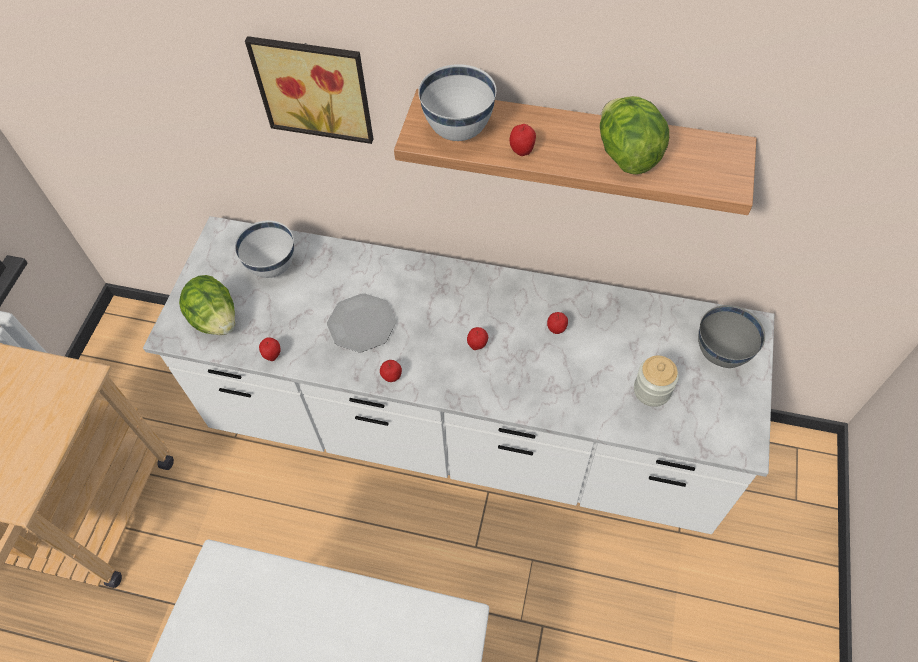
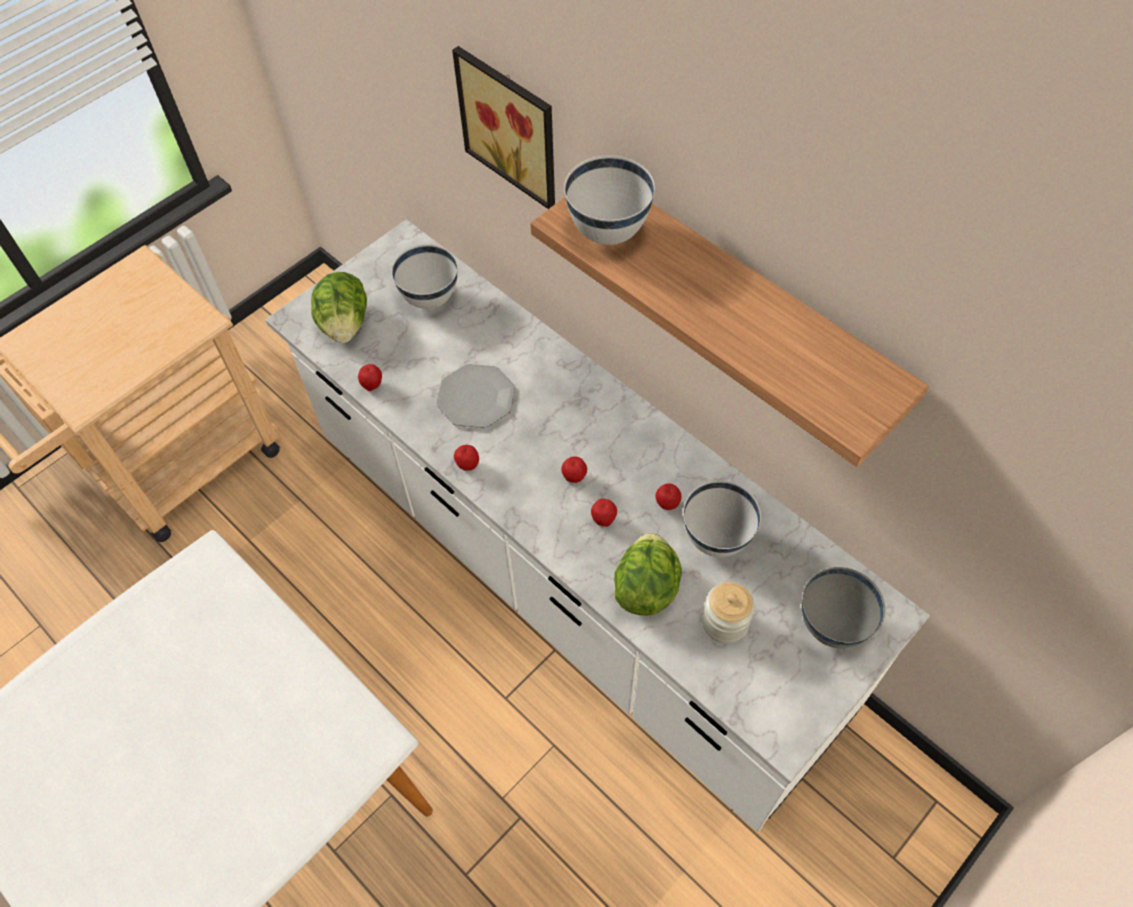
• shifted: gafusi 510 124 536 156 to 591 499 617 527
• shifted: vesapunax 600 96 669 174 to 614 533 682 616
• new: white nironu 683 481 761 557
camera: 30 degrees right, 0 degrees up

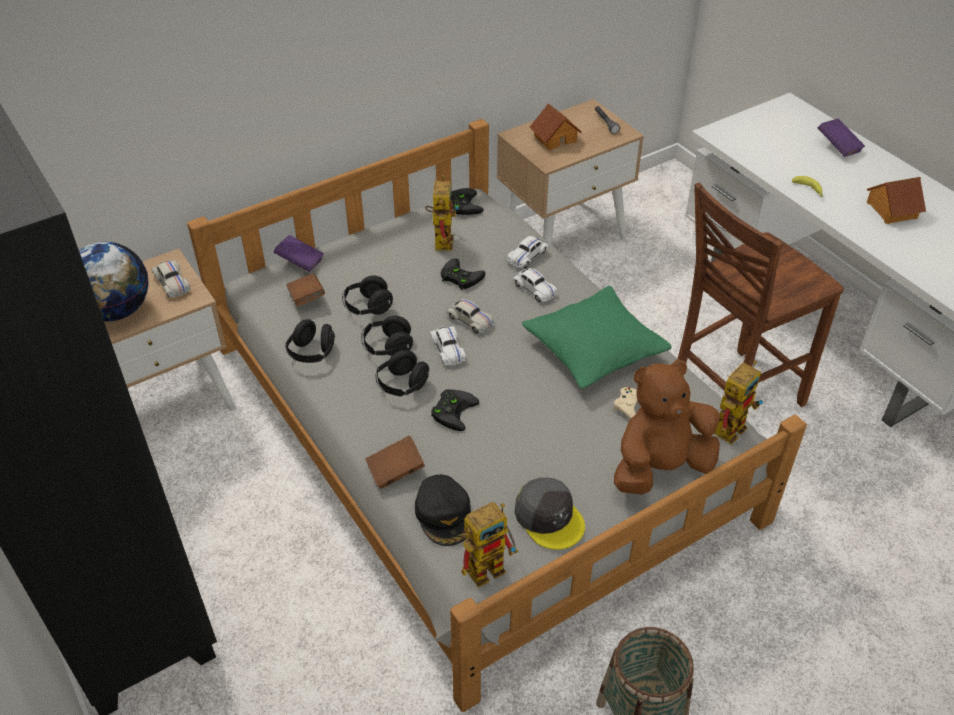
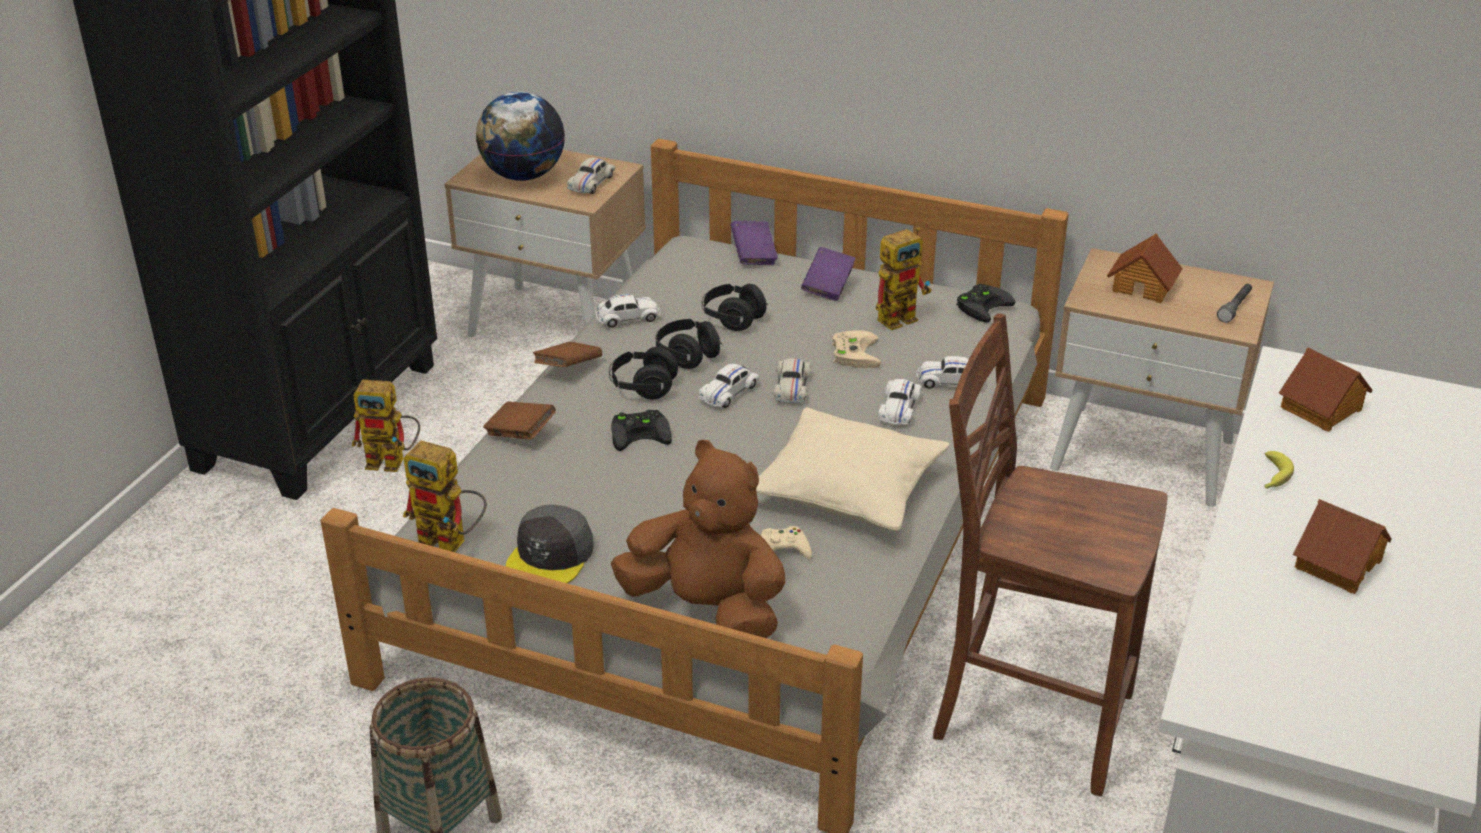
• shifted: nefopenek 714 360 763 444 to 352 379 420 472
• shifted: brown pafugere 286 274 325 307 to 533 342 602 367
• swapped: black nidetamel 285 319 335 363 to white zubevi 596 294 661 328
• repainted: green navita 522 286 671 389 to beige navita 756 407 950 531
• shifted: purple pafugere 818 119 865 157 to 801 247 856 301
• repainted: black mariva 441 258 485 290 to beige mariva 832 330 881 368
• new: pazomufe 1279 347 1373 432
• gone: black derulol 415 475 471 546
camera: 55 degrees right, 10 degrees down

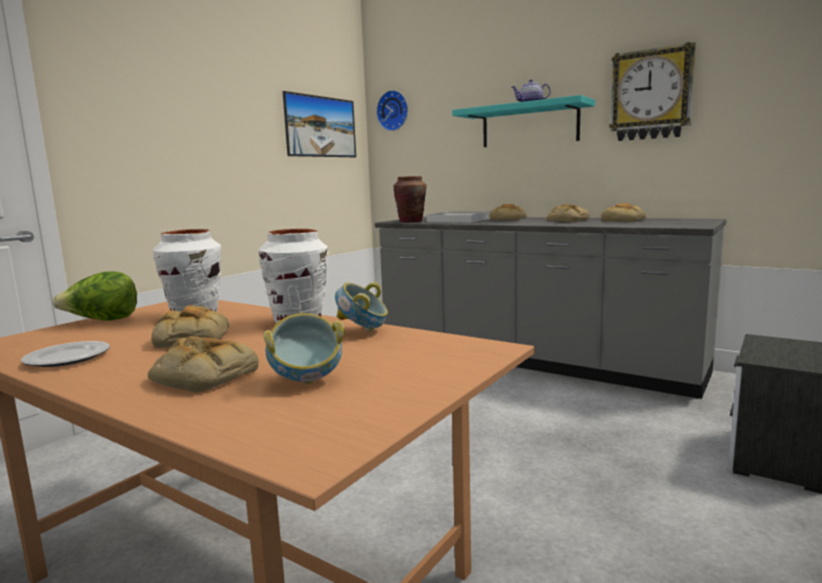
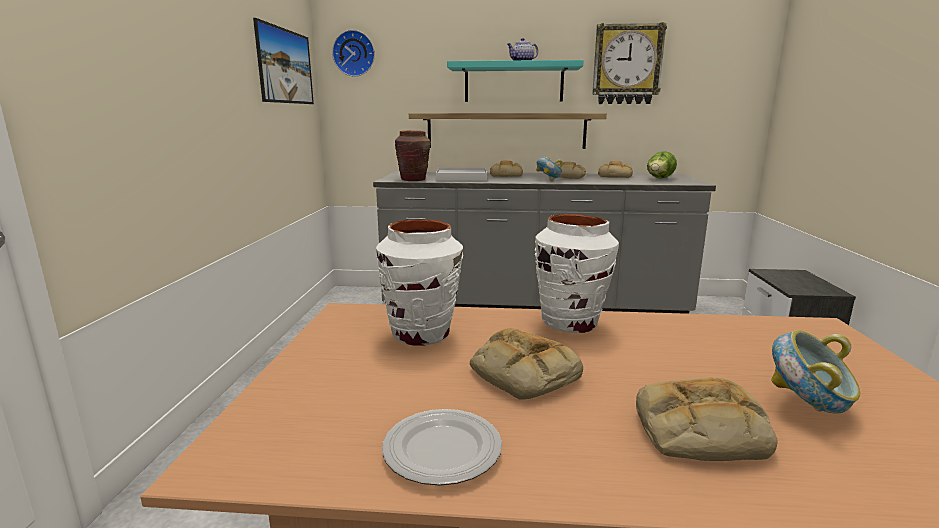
• new: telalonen 409 113 607 149
• shifted: nironu 335 282 388 332 to 536 156 563 181
• shifted: vesapunax 52 271 137 321 to 647 151 677 179
camera: 30 degrees left, 5 degrees up

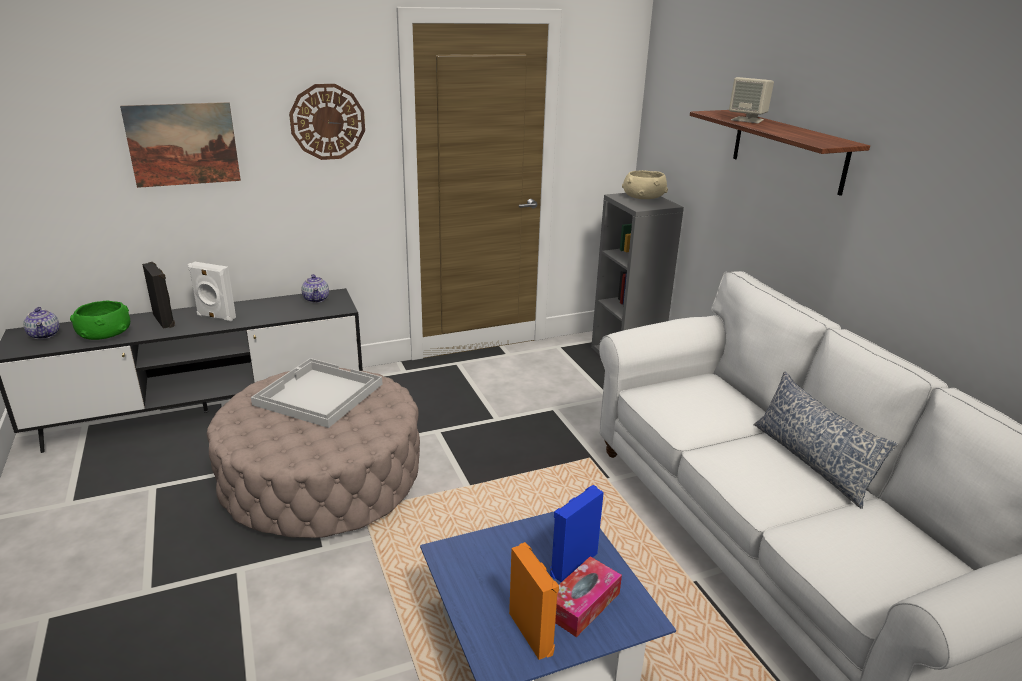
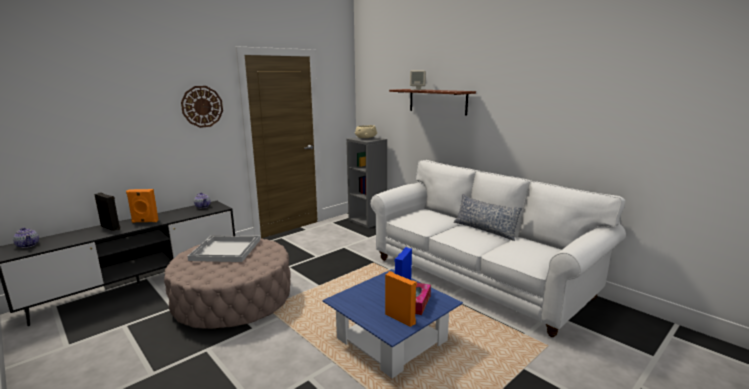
• repainted: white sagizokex 188 262 236 322 to orange sagizokex 126 189 159 223
• gone: green nironu 70 301 130 340
• gone: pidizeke 120 102 241 188
camera: 20 degrees left, 10 degrees down

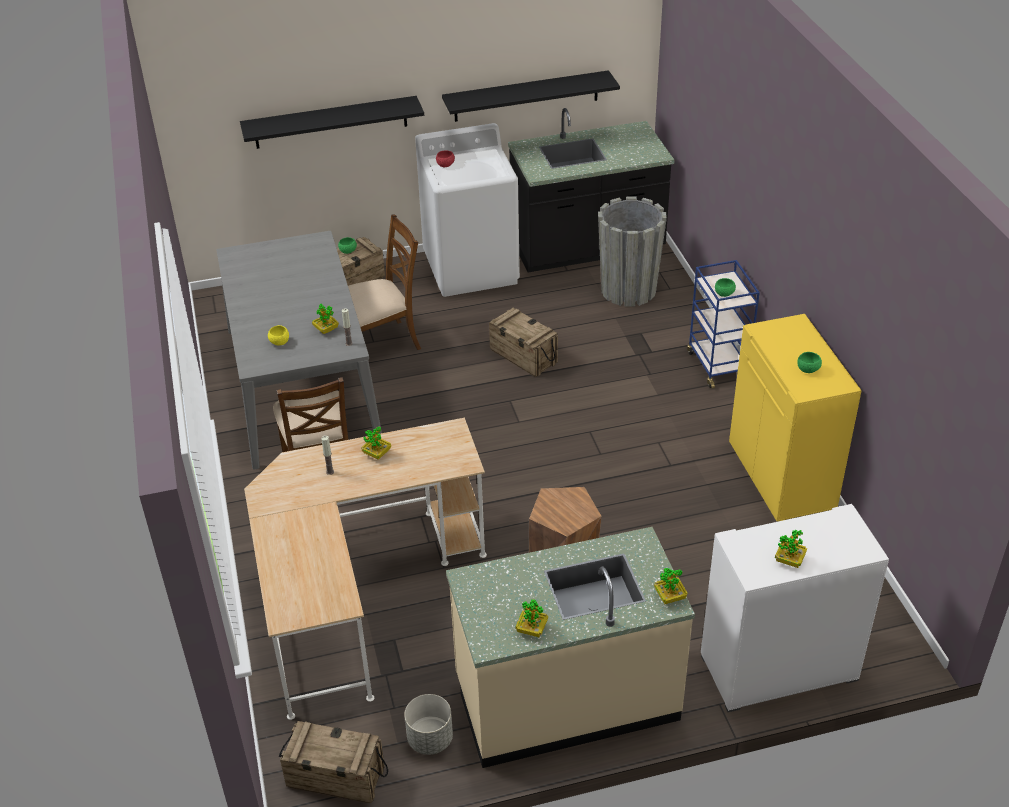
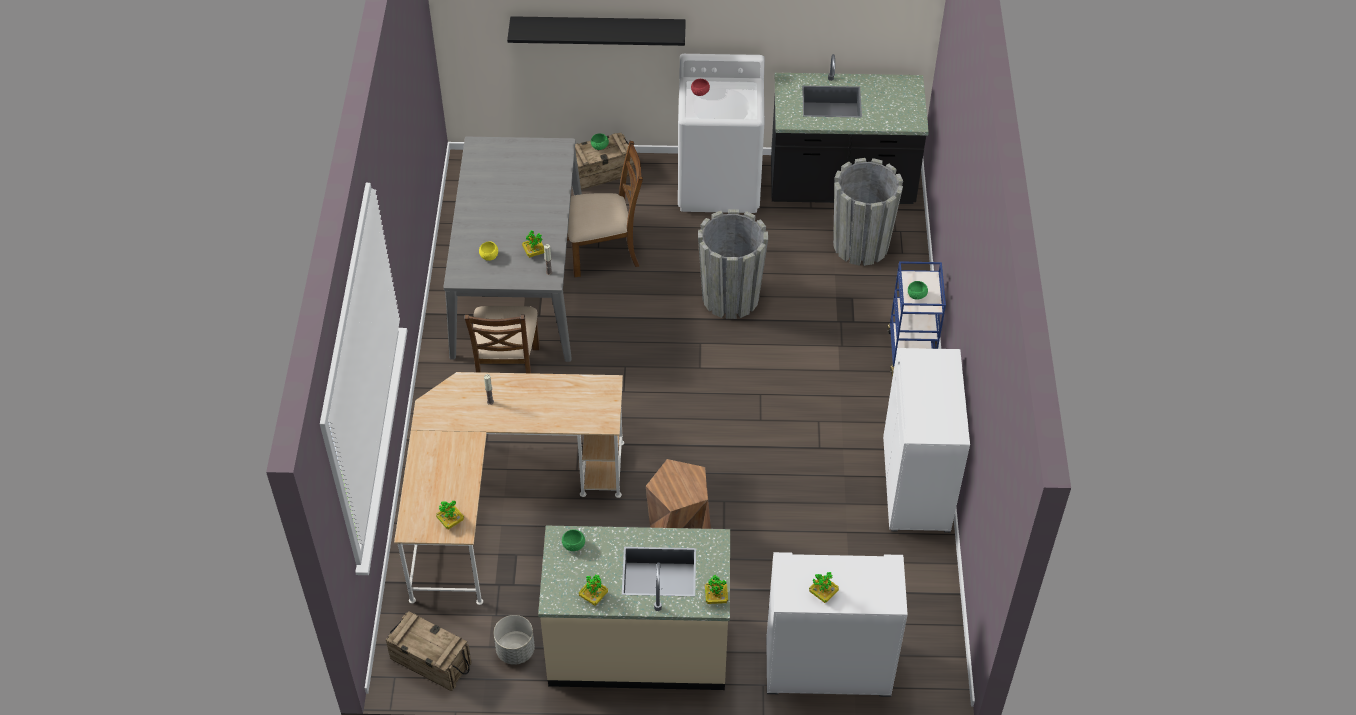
• shifted: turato 361 426 391 460 to 436 501 464 530
• shifted: green nironu 797 352 822 373 to 562 529 585 551
• swapped: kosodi 489 308 558 377 to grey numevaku 698 209 768 319
• repainted: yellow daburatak 729 314 862 522 to white daburatak 883 348 970 533
• gone: black telalonen 442 70 620 122
camera: 15 degrees right, 10 degrees up

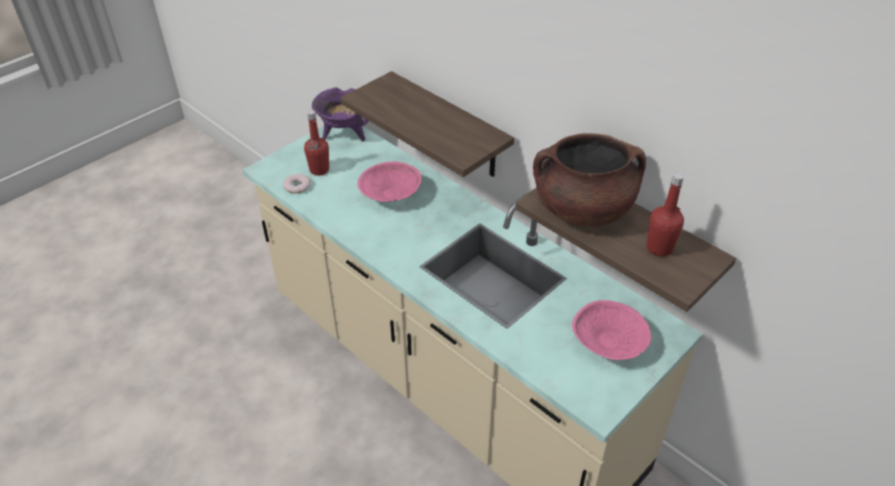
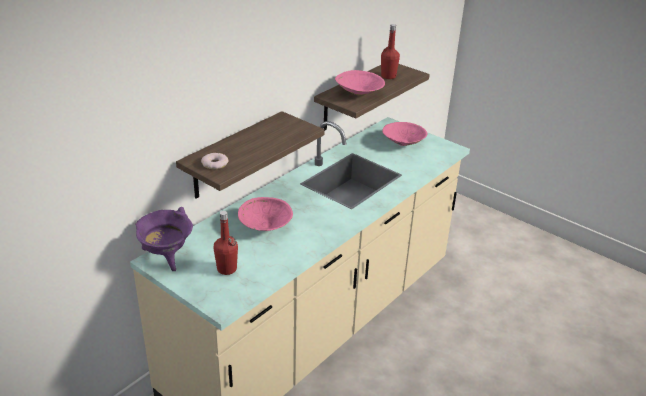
• shifted: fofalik 282 174 311 194 to 201 153 228 169
• swapped: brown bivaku 533 133 646 227 to pink nironu 335 70 385 95
camera: 95 degrees left, 10 degrees down

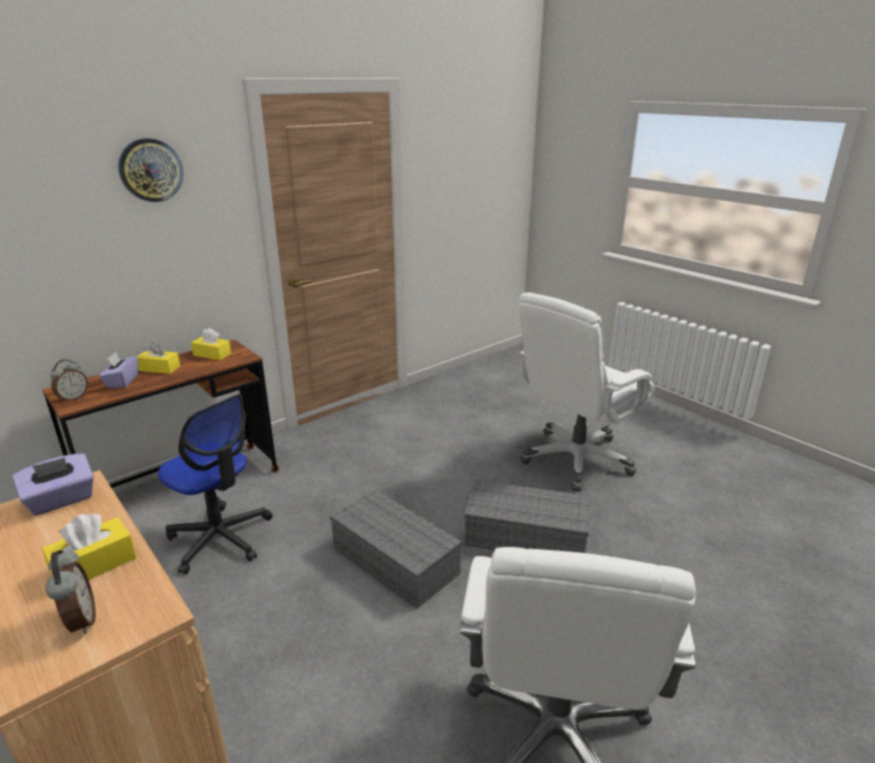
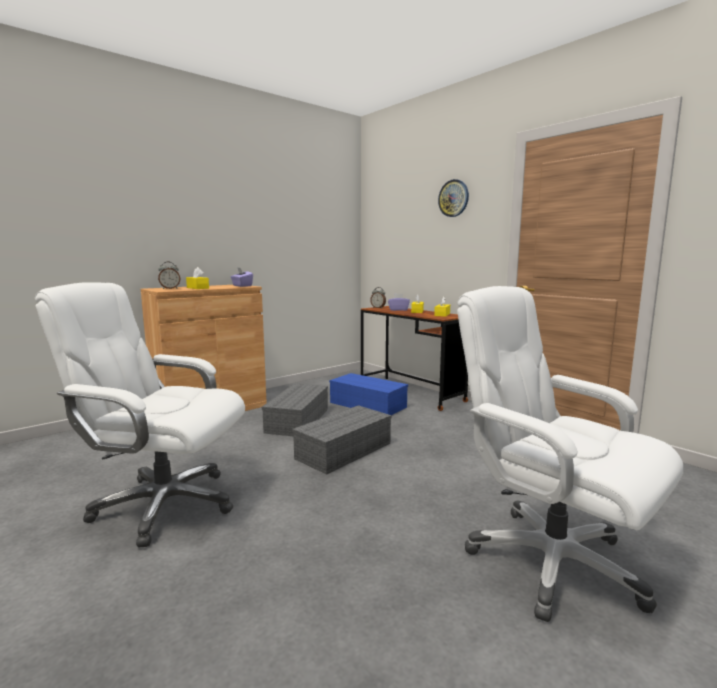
• shifted: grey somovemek 464 480 590 553 to 262 384 328 436
• swapped: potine 158 394 273 574 to blue somovemek 329 373 408 415
camera: 90 degrees right, 15 degrees down

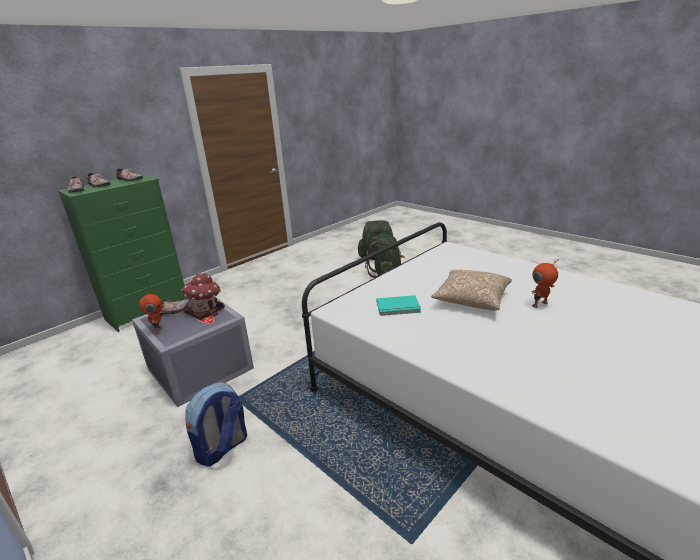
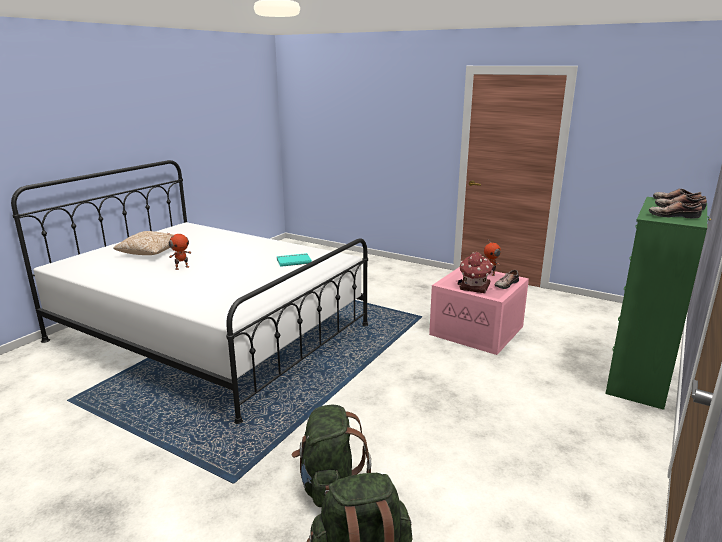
• shifted: navita 431 270 512 311 to 114 231 174 255
• repainted: grey somovemek 132 298 254 407 to pink somovemek 429 267 529 355
• gone: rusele 185 382 247 467
camera: 165 degrees right, 5 degrees down

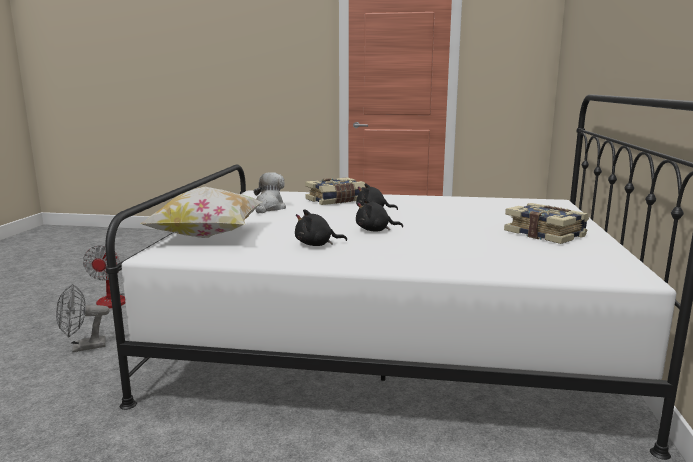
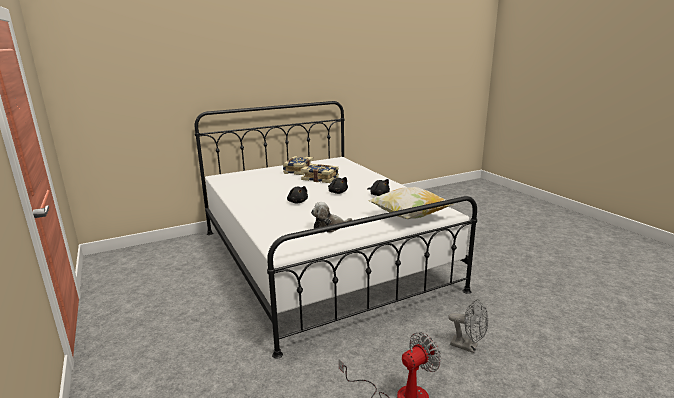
• shifted: pafugere 305 177 366 205 to 301 164 339 183
camera: 125 degrees left, 5 degrees up

